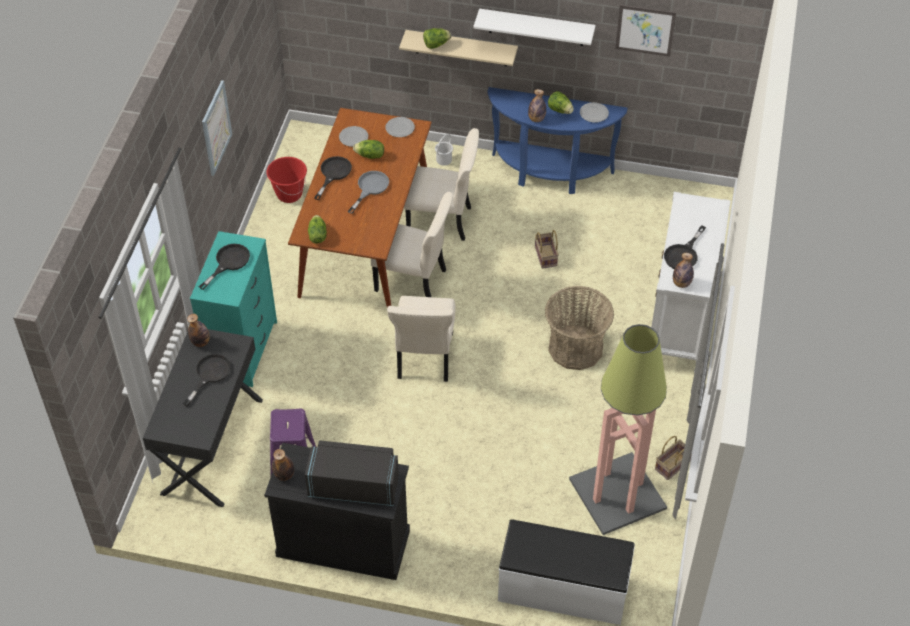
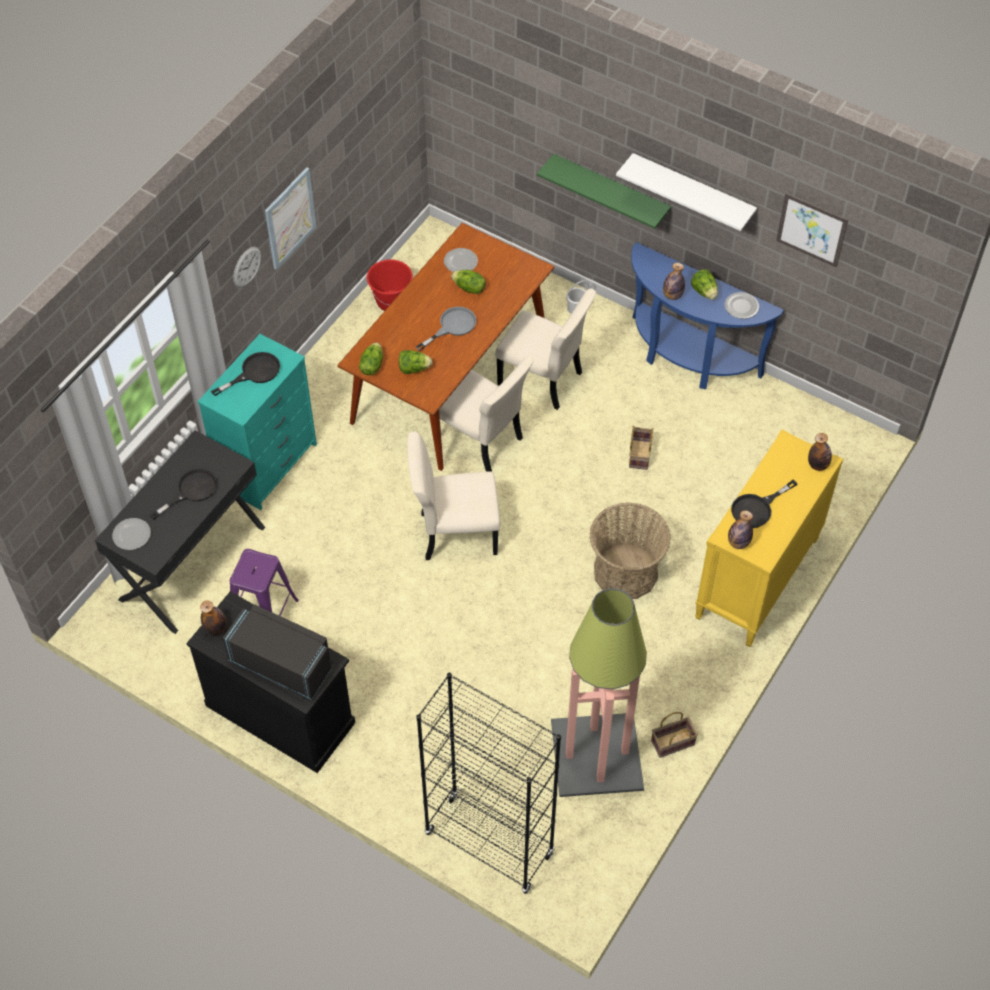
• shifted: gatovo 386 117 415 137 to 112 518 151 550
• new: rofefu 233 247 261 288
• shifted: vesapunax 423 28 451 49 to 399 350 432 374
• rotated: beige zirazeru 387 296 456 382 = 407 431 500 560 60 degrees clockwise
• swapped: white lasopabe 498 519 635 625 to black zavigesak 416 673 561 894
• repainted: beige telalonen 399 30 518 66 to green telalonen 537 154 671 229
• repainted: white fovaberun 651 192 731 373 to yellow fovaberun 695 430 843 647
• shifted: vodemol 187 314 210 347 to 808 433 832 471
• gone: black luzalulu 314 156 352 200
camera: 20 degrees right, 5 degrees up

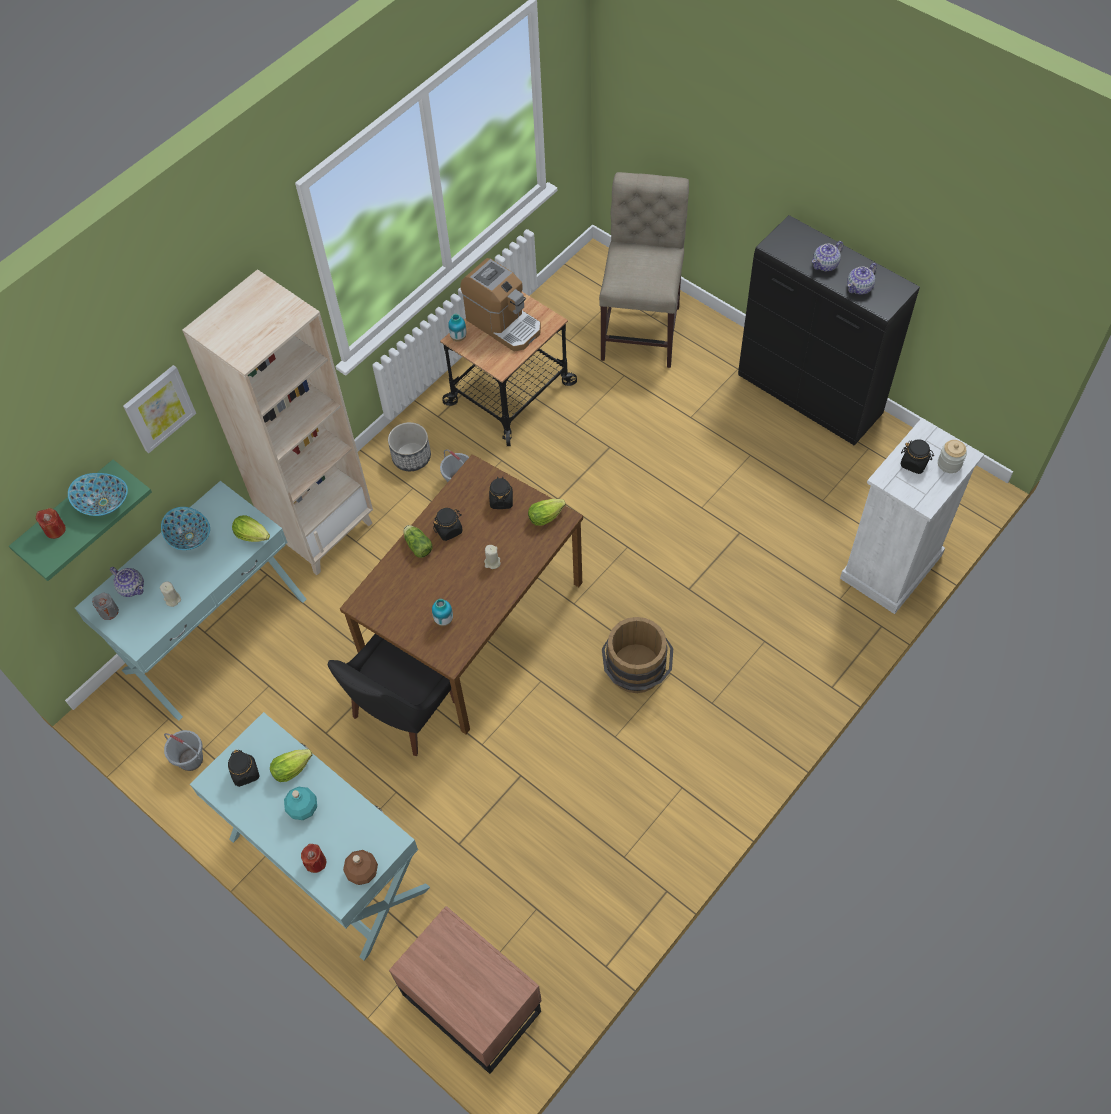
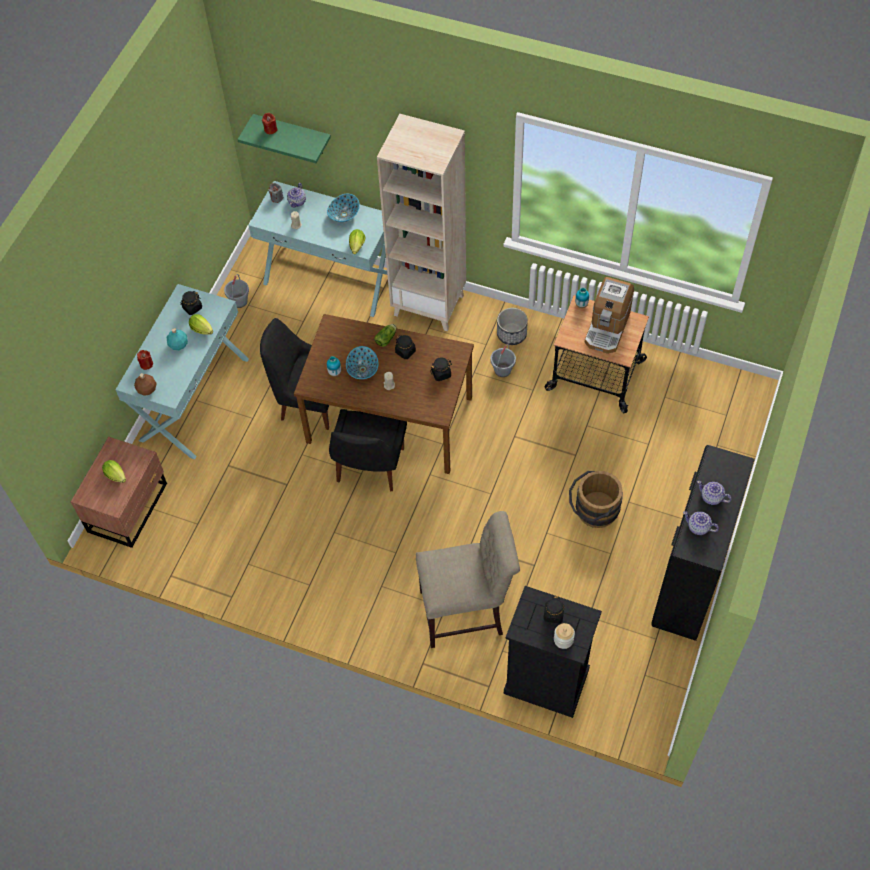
• shifted: vesapunax 528 499 566 526 to 102 460 126 483
• new: black zirazeru 329 409 407 492
• shifted: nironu 68 473 128 516 to 346 346 378 379
• shifted: beige zirazeru 599 172 689 368 to 416 511 520 648
• repainted: white fovaberun 840 418 984 614 to black fovaberun 504 586 602 718
• shifted: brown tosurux 602 617 673 693 to 569 471 623 528
• gone: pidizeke 123 365 196 453
camera: 70 degrees right, 0 degrees up

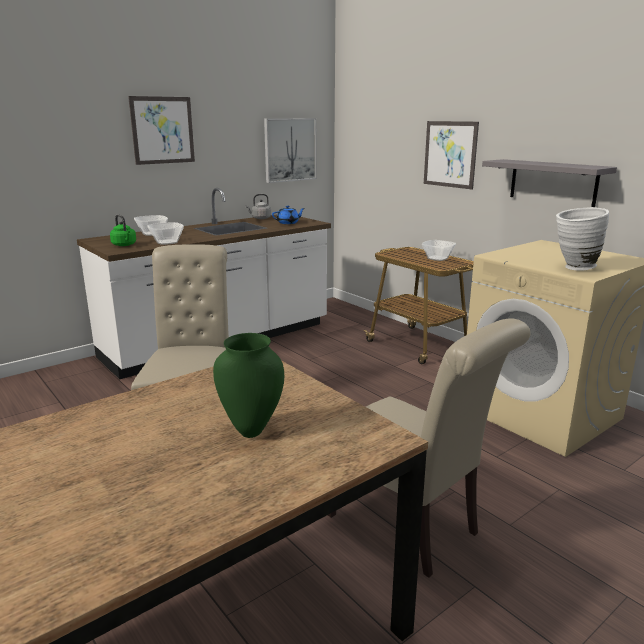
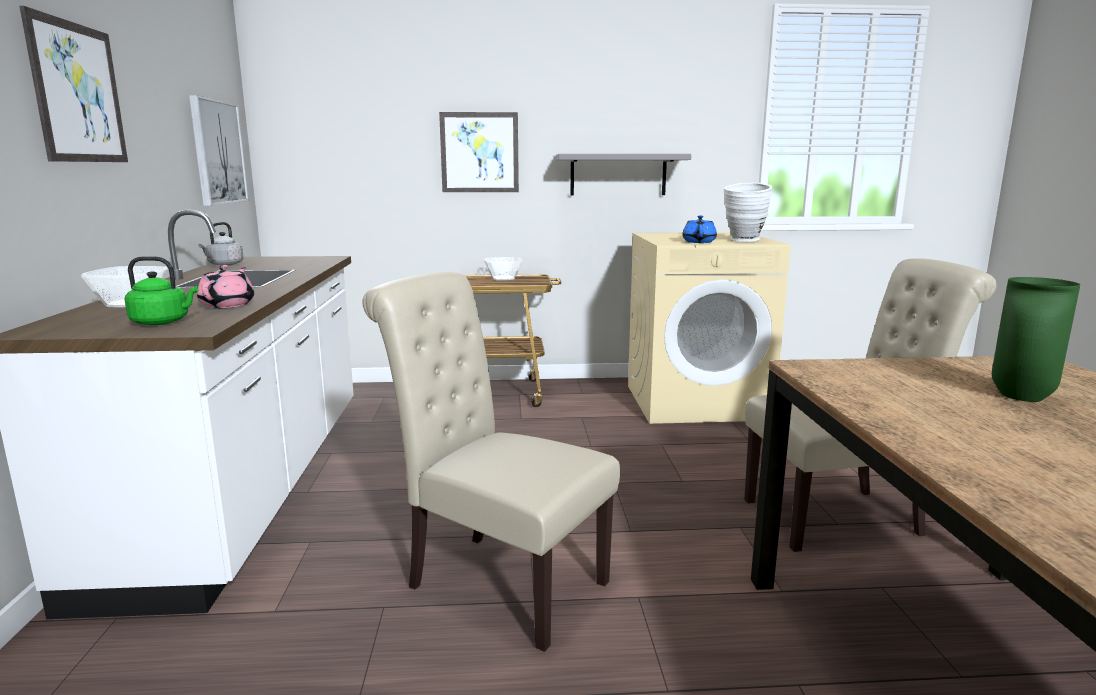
• swapped: nironu 147 222 184 245 to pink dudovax 197 265 254 308
• shifted: blue dudovax 272 206 305 224 to 682 216 717 243
camera: 55 degrees left, 5 degrees down

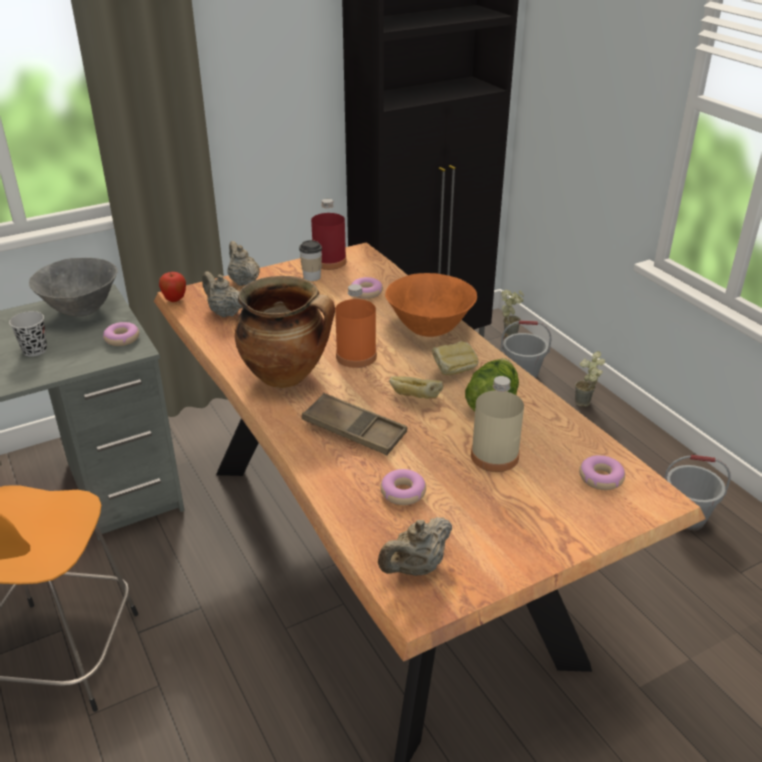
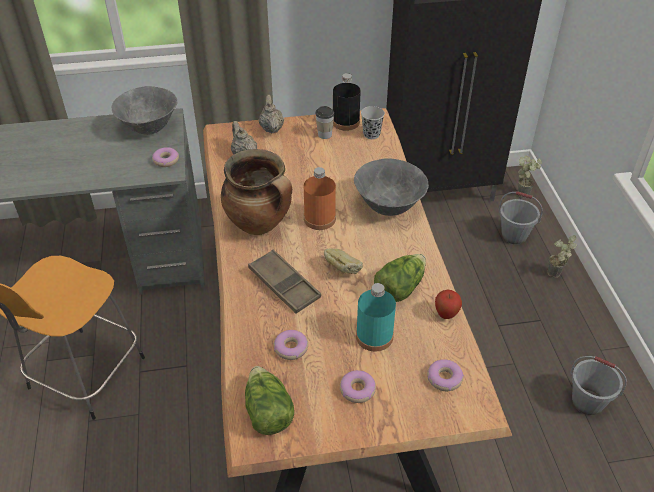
• swapped: beige dudovax 378 517 452 576 to vesapunax 245 366 294 435
• repainted: red vodemol 311 198 346 270 to black vodemol 333 73 361 131
• shifted: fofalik 351 277 383 299 to 340 370 376 403
• repainted: orange nironu 385 273 477 337 to grey nironu 354 158 429 216
• repainted: beige vodemol 471 376 524 472 to turquoise vodemol 356 283 396 352
• shifted: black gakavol 9 311 47 357 to 361 106 385 139
• shifted: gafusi 159 272 186 302 to 435 290 462 319
• gone: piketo 432 341 479 375
camera: 20 degrees right, 10 degrees up

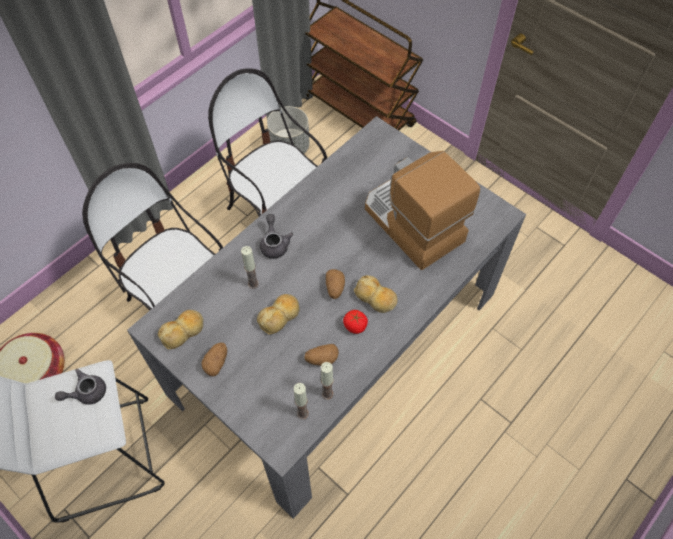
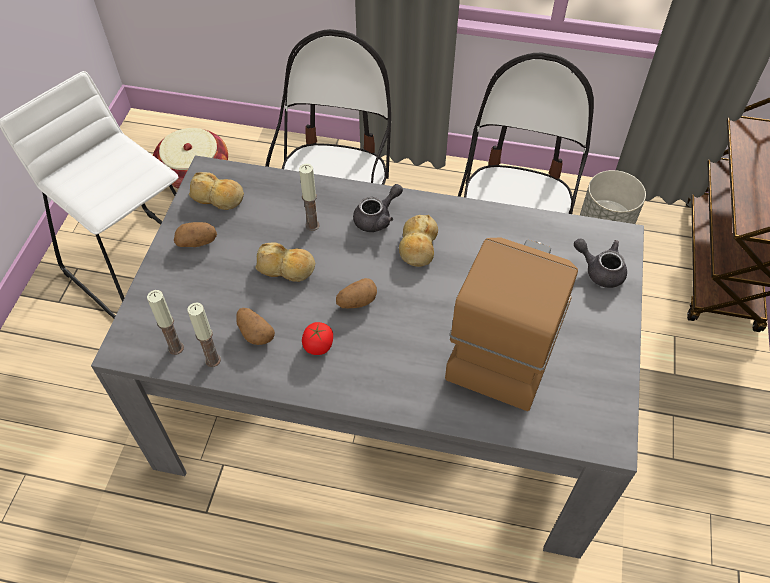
• shifted: piketo 354 275 397 313 to 399 215 438 267
• shifted: grey dudovax 55 369 106 405 to 574 239 627 288
camera: 60 degrees right, 5 degrees down

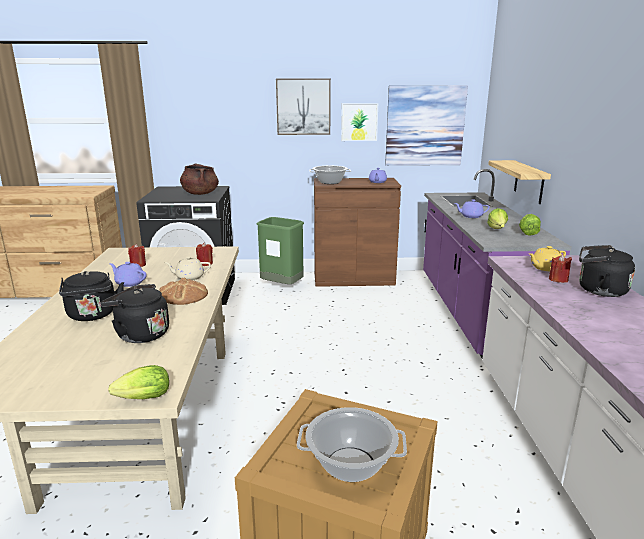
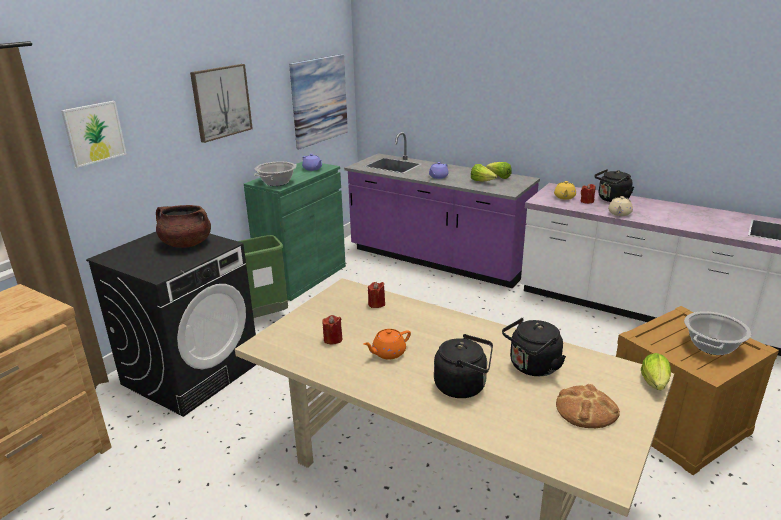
• shifted: pidizeke 341 103 378 141 to 61 101 126 168
• repainted: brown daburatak 314 178 401 287 to green daburatak 244 162 346 301
• repainted: purple dudovax 109 262 147 287 to orange dudovax 364 329 411 360
• shifted: piketo 160 278 208 305 to 556 384 620 428
• shifted: beige dudovax 164 256 211 280 to 608 196 633 216
• gone: telalonen 488 160 551 204
camera: 55 degrees left, 5 degrees up

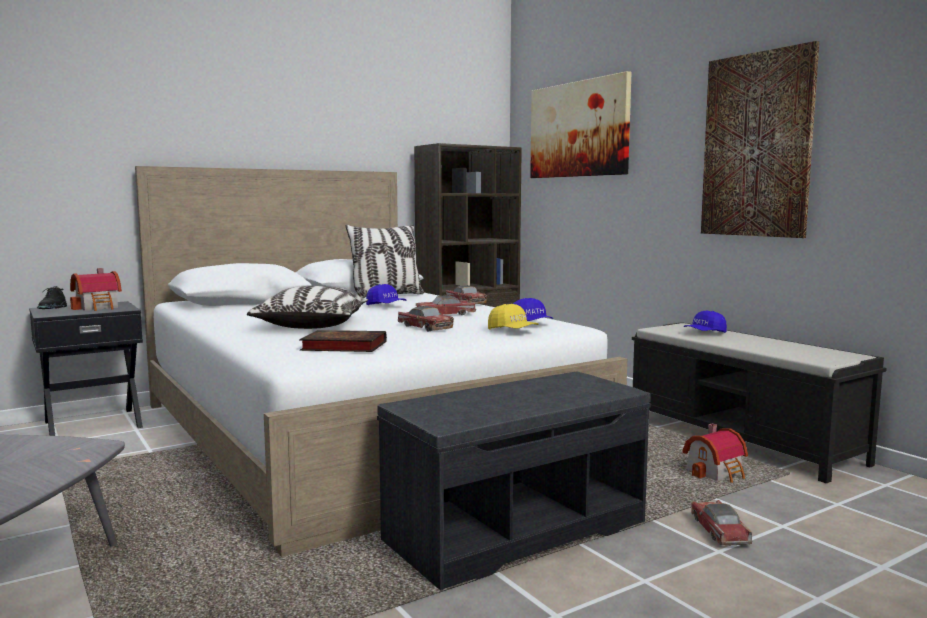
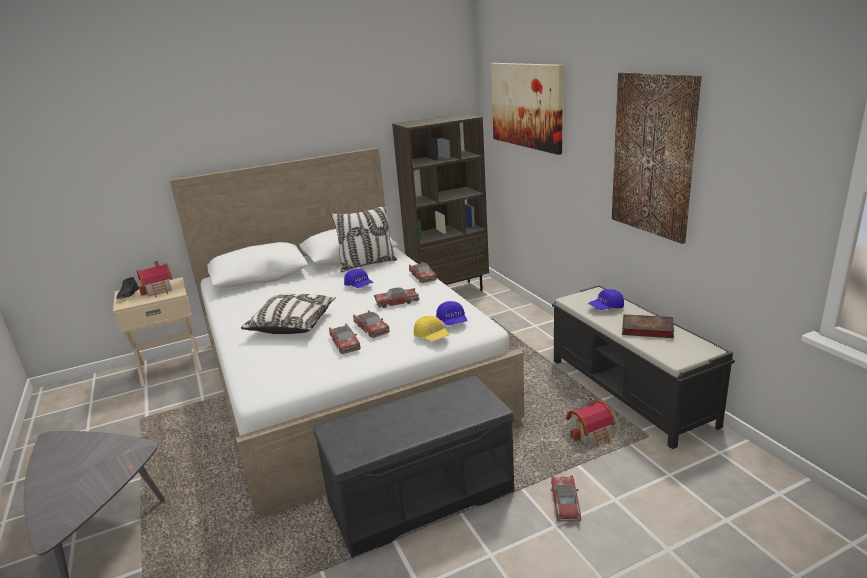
• repainted: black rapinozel 29 301 143 436 to beige rapinozel 113 277 202 387
• new: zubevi 329 323 361 354
• shifted: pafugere 299 330 387 352 to 622 314 674 338
camera: 10 degrees right, 15 degrees up

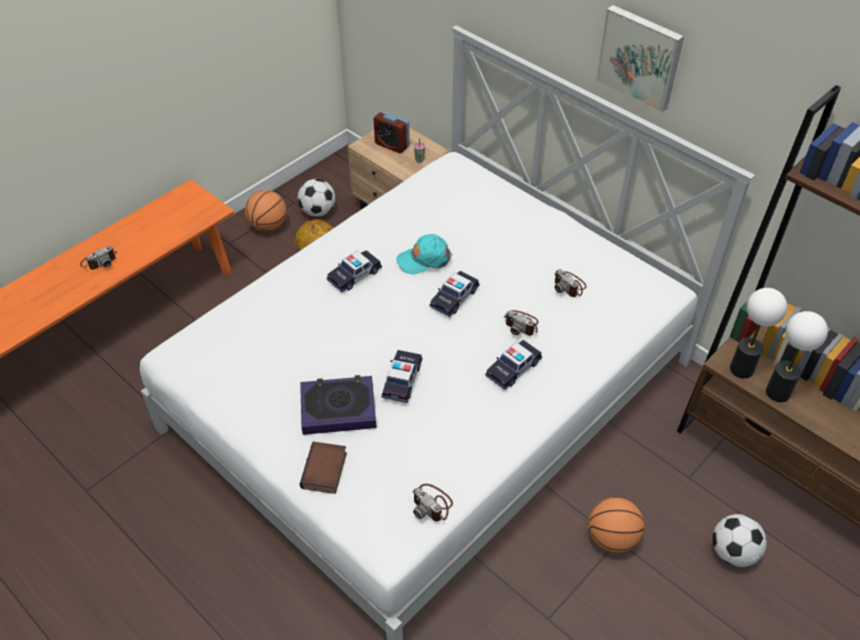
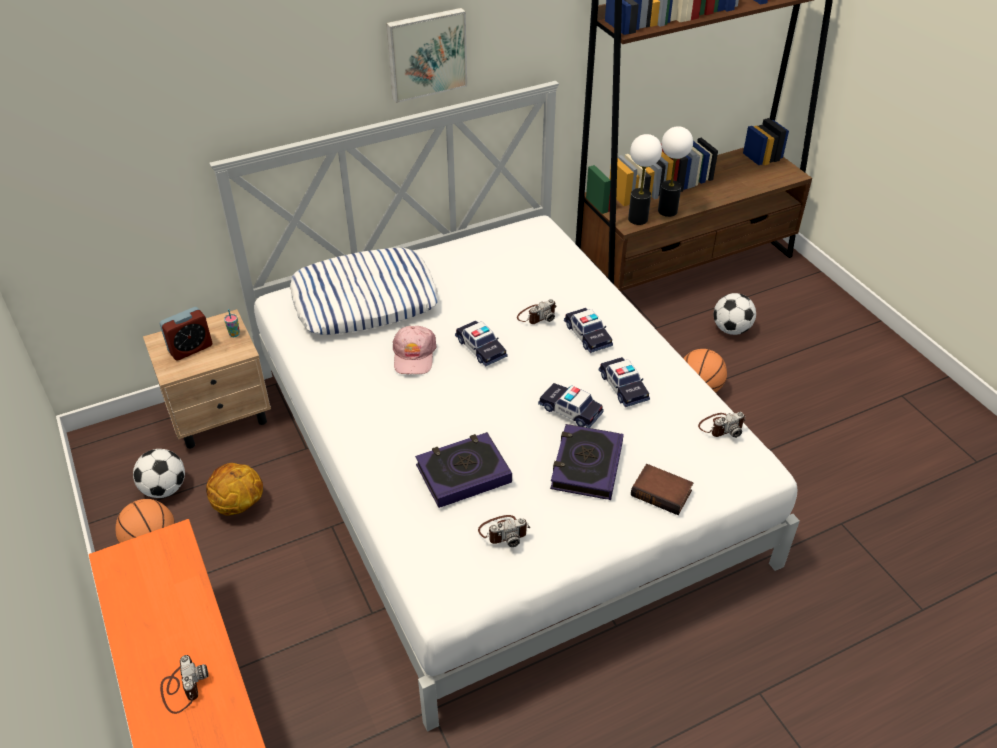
• new: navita 290 248 438 335
• repainted: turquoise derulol 396 234 452 274 to pink derulol 393 326 436 374
• new: pafugere 415 432 512 508
• shifted: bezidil 554 269 587 297 to 478 515 530 547
• shifted: zubevi 327 250 382 292 to 599 357 650 407
camera: 70 degrees left, 5 degrees down

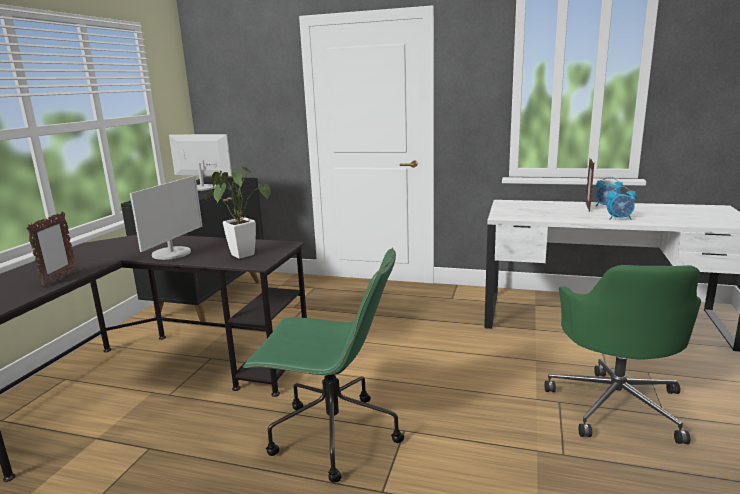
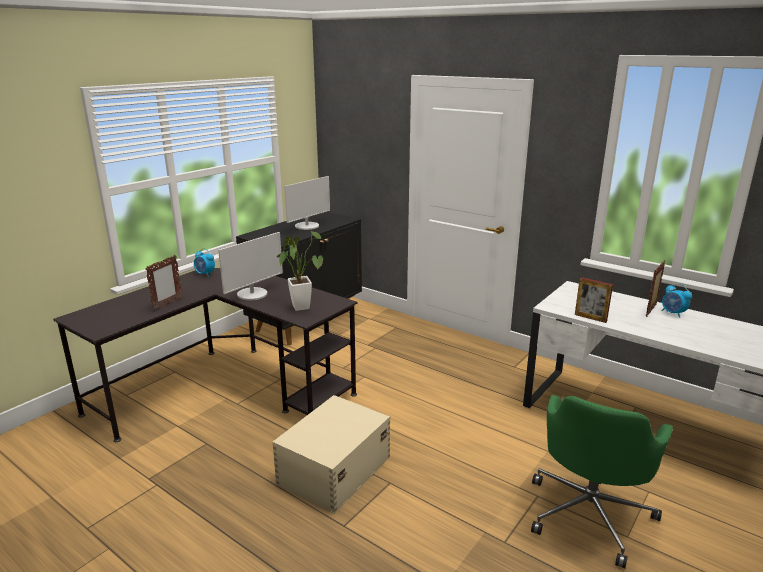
• shifted: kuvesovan 607 186 636 220 to 194 248 215 277
• swapped: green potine 243 247 404 483 to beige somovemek 272 395 390 514
• rotated: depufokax 169 134 232 191 = 284 176 330 230 90 degrees clockwise
• new: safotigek 575 277 613 323
camera: 20 degrees right, 5 degrees up

